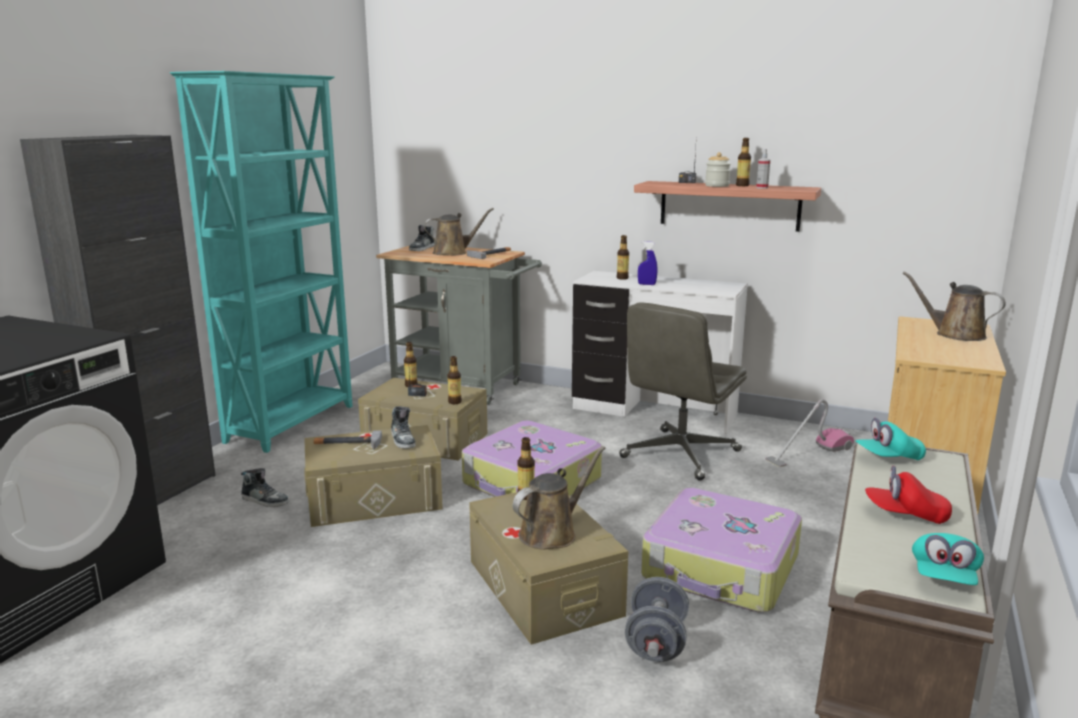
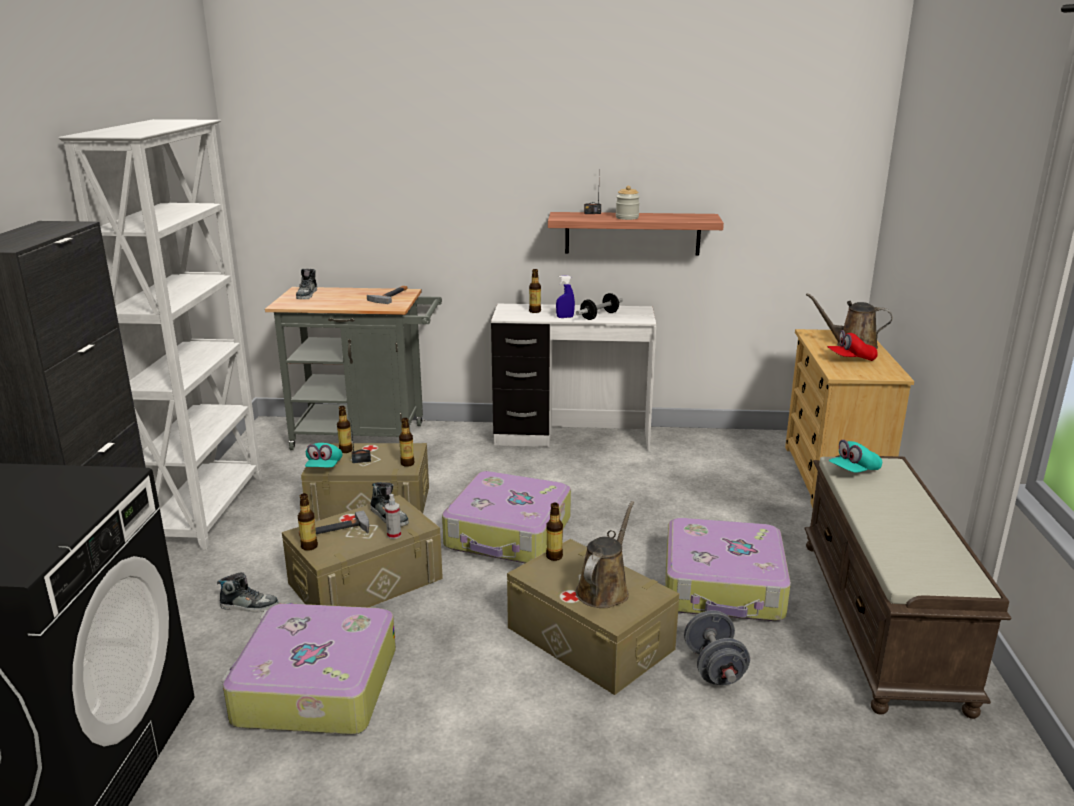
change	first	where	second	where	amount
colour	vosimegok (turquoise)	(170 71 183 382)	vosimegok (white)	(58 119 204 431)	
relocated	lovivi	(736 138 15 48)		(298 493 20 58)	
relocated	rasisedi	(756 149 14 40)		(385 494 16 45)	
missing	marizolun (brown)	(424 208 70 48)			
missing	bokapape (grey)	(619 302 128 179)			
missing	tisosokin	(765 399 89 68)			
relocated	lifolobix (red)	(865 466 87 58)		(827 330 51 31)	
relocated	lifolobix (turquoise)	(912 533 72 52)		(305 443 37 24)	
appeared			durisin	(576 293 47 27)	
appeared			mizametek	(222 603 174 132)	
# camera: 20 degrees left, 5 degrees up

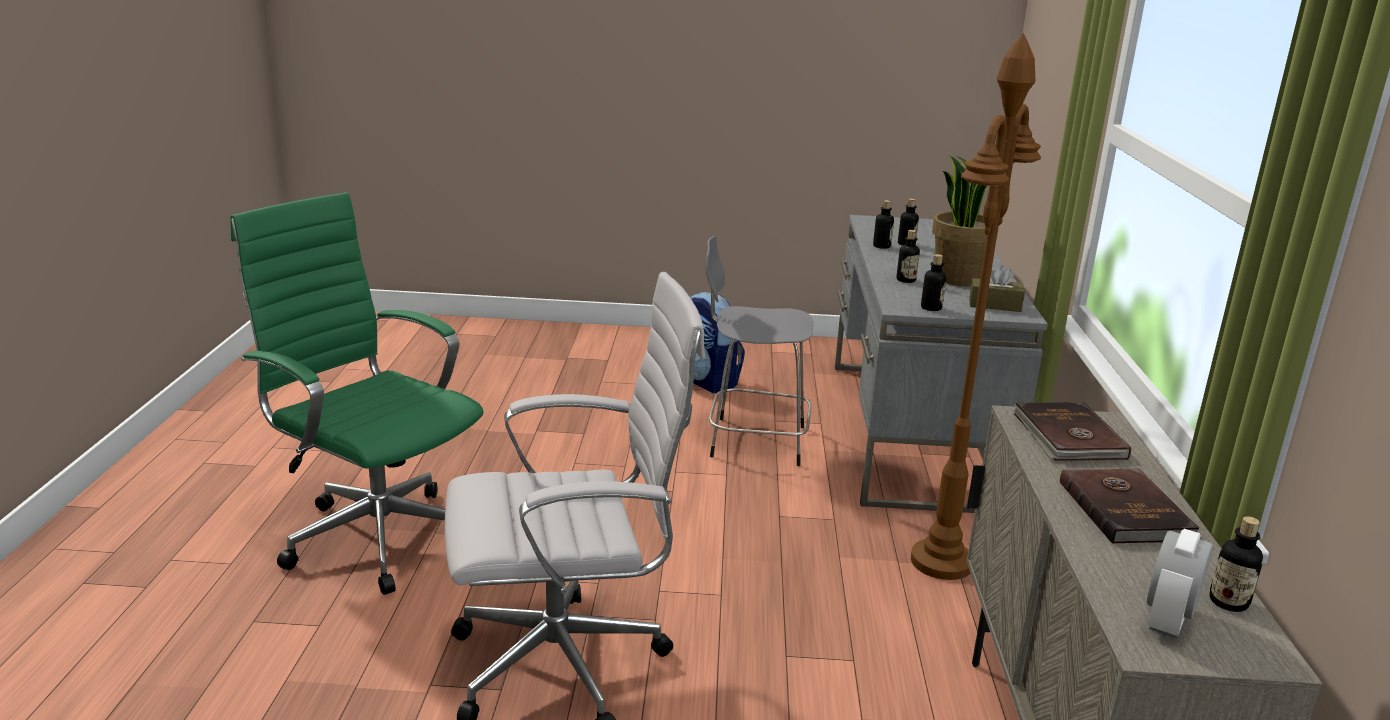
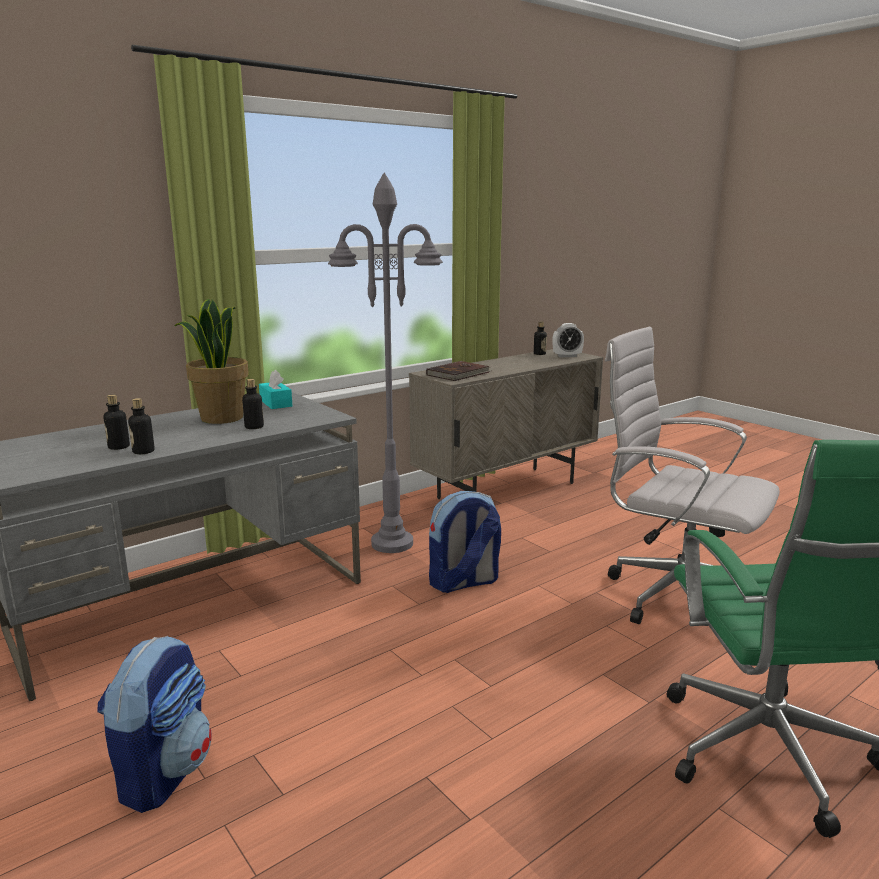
change	first	where	second	where	amount
colour	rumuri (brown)	(911 33 130 547)	rumuri (grey)	(328 173 115 380)	
missing	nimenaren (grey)	(706 236 107 230)			
missing	lovivi	(921 254 25 57)			
colour	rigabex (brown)	(969 265 56 47)	rigabex (turquoise)	(259 370 33 39)	
missing	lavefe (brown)	(1060 469 140 75)			
appeared			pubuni	(429 491 72 102)	
# camera: 130 degrees left, 5 degrees down

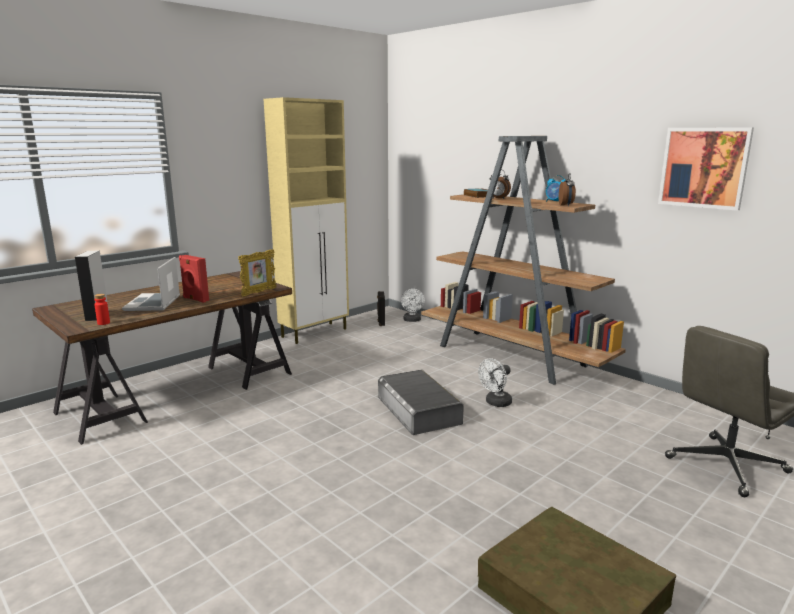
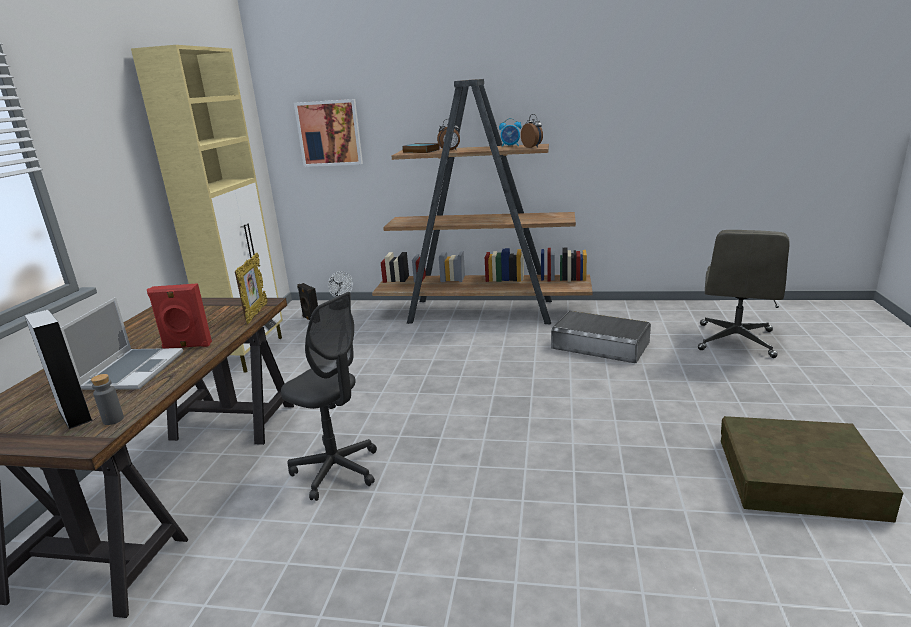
change	first	where	second	where	amount
relocated	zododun	(658 127 96 84)		(294 99 69 68)	
spun	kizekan	(122 257 58 54)		(61 297 122 93)	135 degrees counterclockwise
colour	lovivi (red)	(94 294 16 31)	lovivi (grey)	(91 374 33 51)	
missing	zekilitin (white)	(478 358 34 49)			
relocated	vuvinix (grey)	(378 369 86 66)		(551 311 100 52)	
appeared			bokapape (grey)	(281 292 96 209)	
# camera: 35 degrees left, 5 degrees up

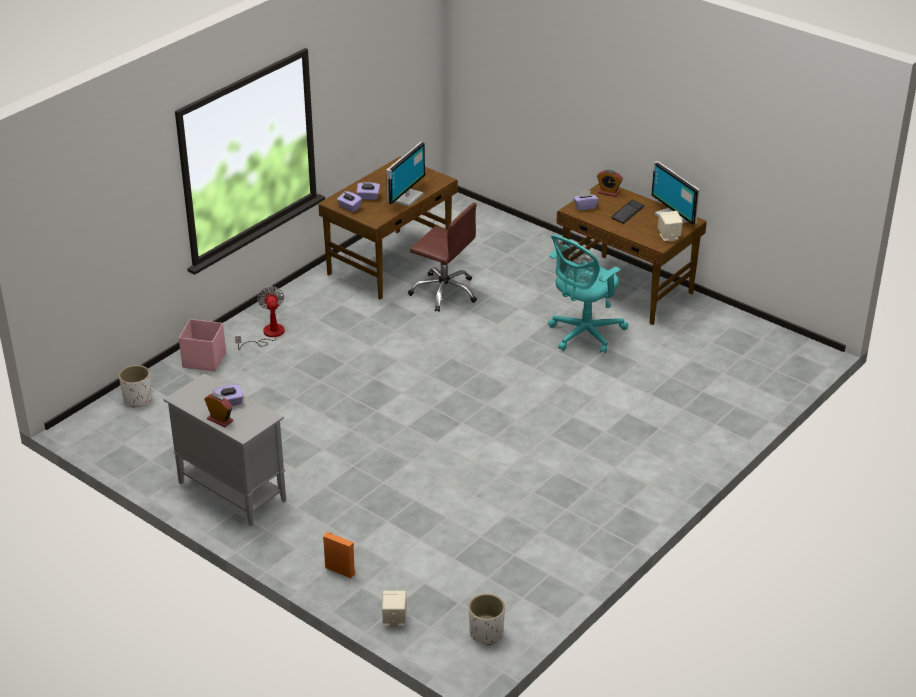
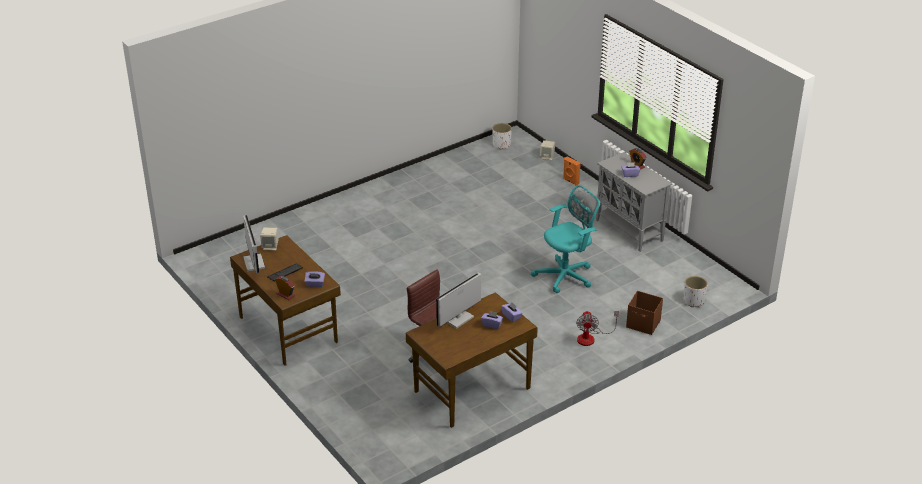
change	first	where	second	where	amount
relocated	bokapape (turquoise)	(548 235 81 118)		(531 185 69 108)	
colour	vuvinix (pink)	(179 319 47 53)	vuvinix (brown)	(626 291 37 44)	
# camera: 165 degrees left, 0 degrees up

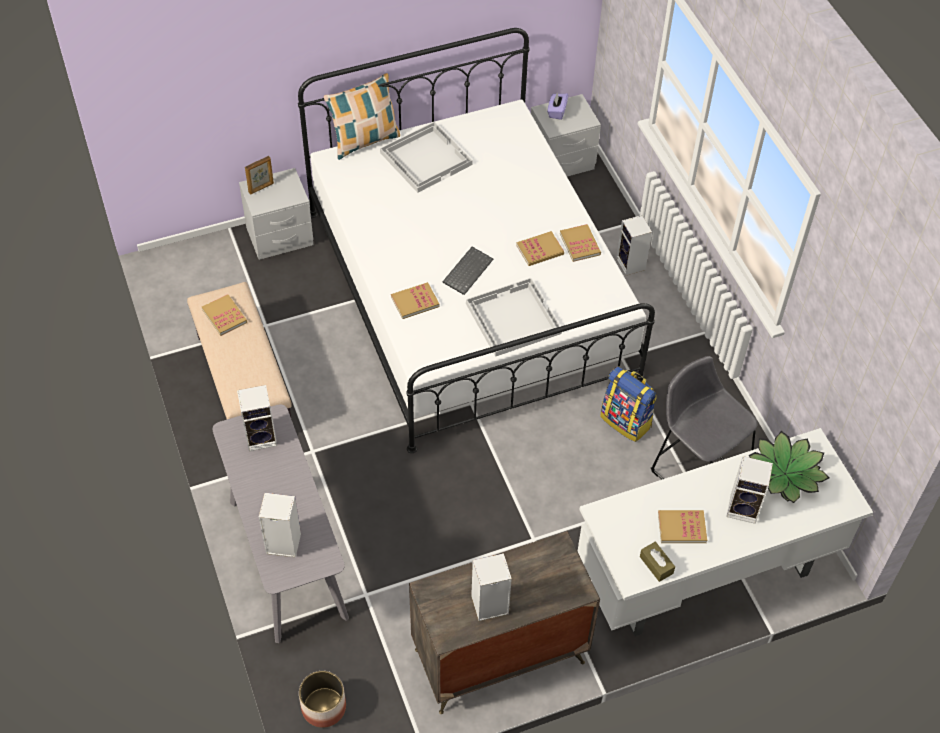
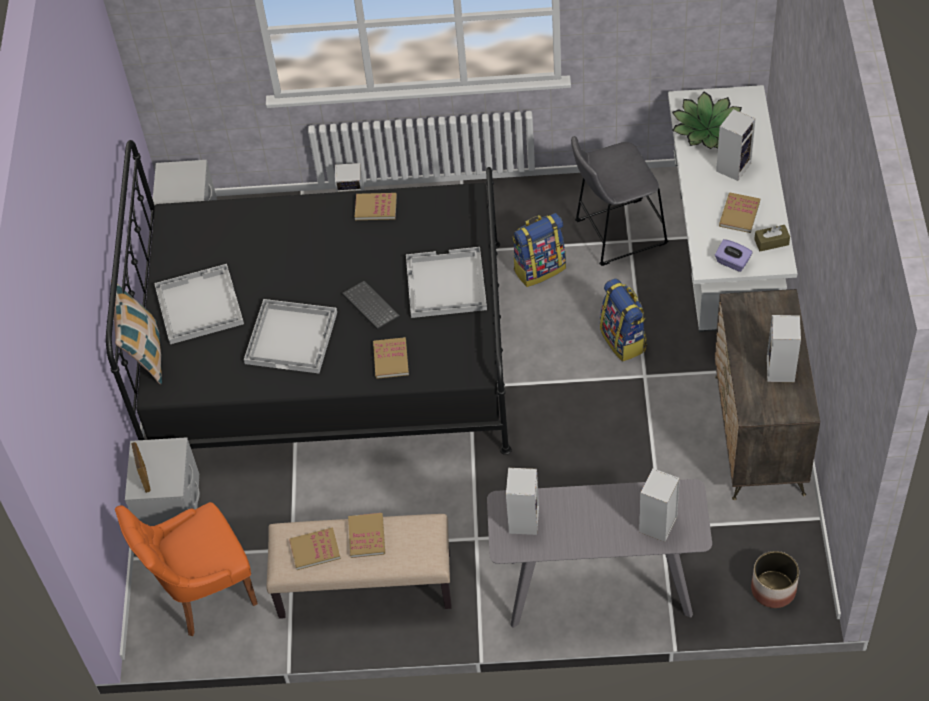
change	first	where	second	where	amount
colour	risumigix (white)	(298 28 357 425)	risumigix (black)	(106 140 406 315)	
relocated	rigabex (purple)	(547 93 21 27)		(715 239 37 33)	
relocated	lavefe	(516 231 48 35)		(348 513 37 45)	
appeared			pubuni	(600 279 47 83)	
appeared			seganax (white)	(244 299 93 74)	
appeared			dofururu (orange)	(115 502 143 134)	
# camera: 65 degrees left, 0 degrees up

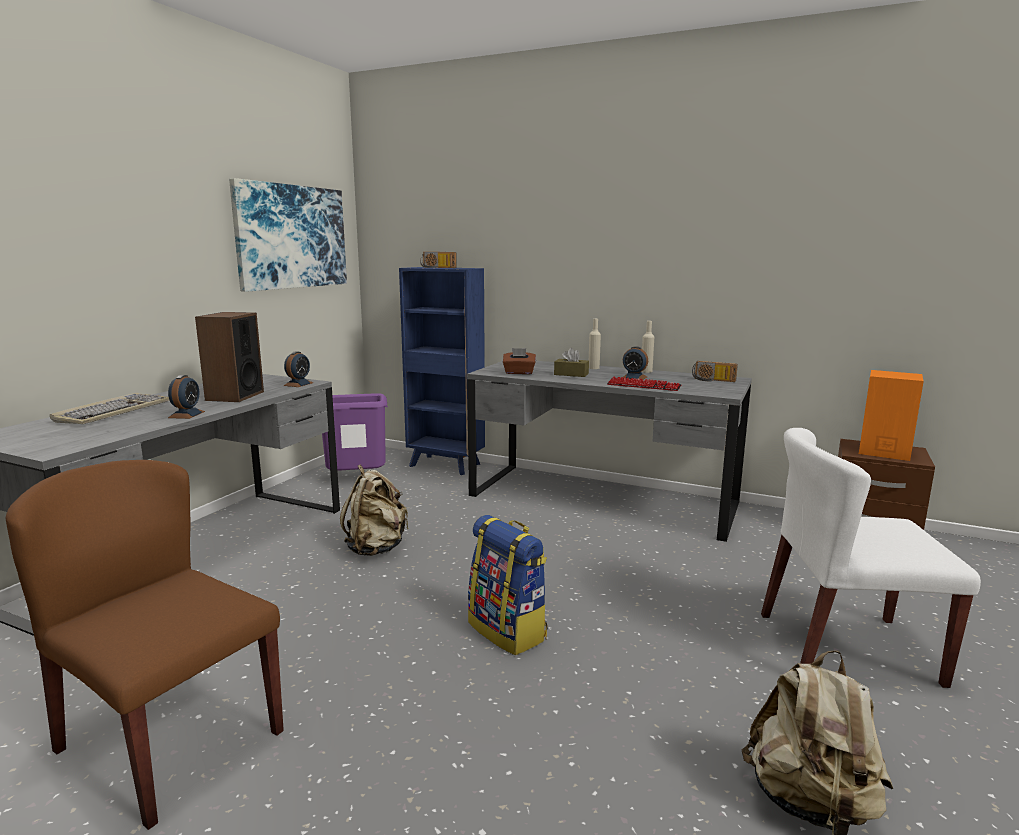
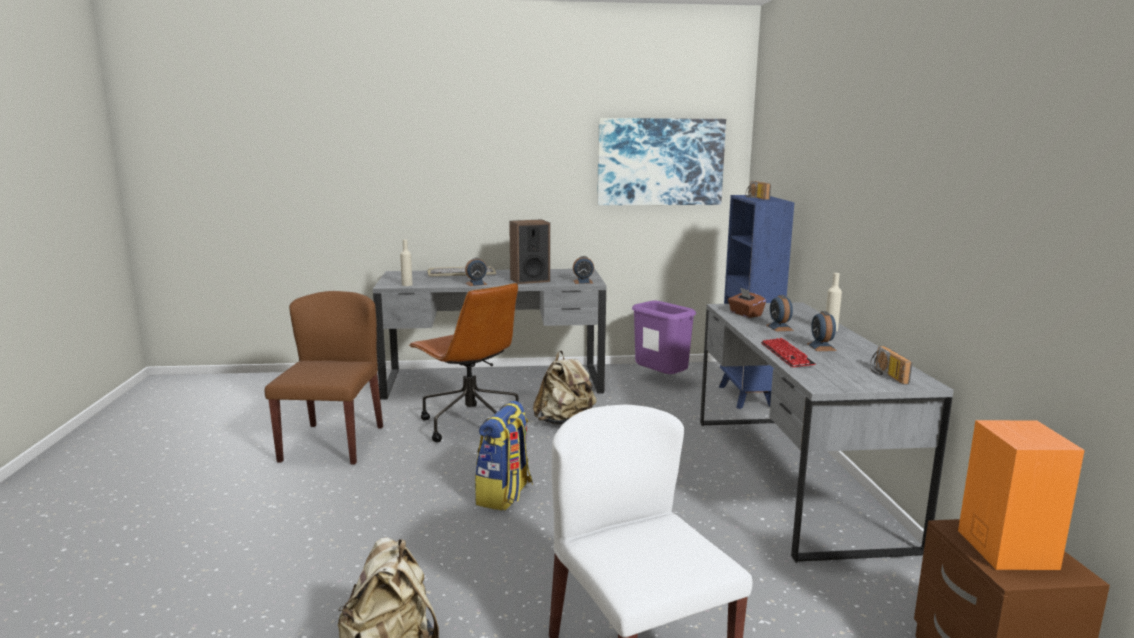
change	first	where	second	where	amount
relocated	lovivi (beige)	(642 321 12 52)		(400 239 13 47)	
exchanged	rigabex (brown)	(554 348 35 29)	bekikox	(766 295 28 37)	
appeared			bokapape (brown)	(408 283 111 159)	
# camera: 60 degrees right, 0 degrees up

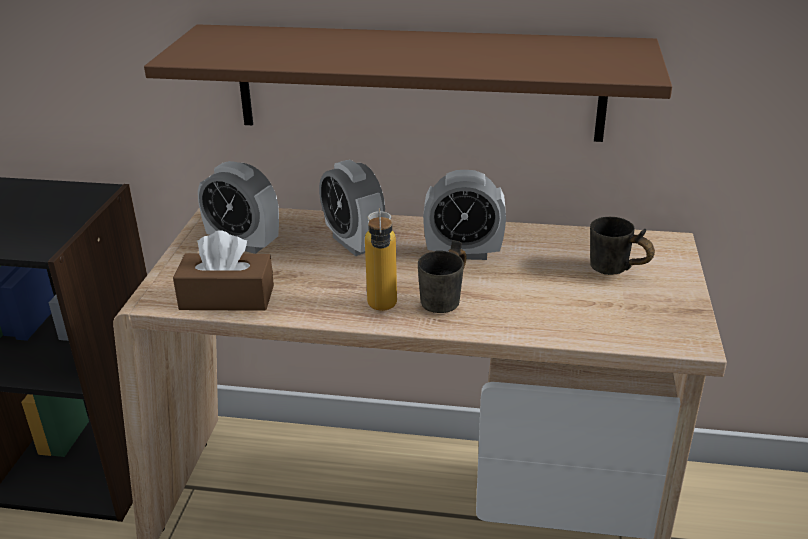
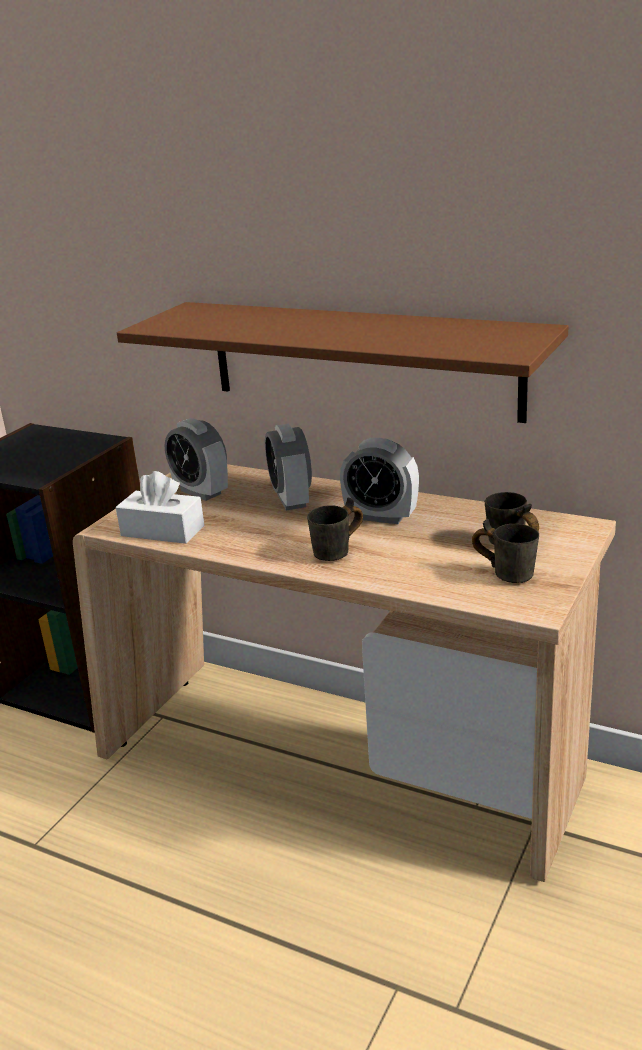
change	first	where	second	where	amount
missing	lovivi	(365 208 32 103)			
colour	rigabex (brown)	(173 230 101 81)	rigabex (white)	(116 471 88 73)	
appeared			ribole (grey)	(472 519 67 64)	
# camera: 20 degrees right, 5 degrees down

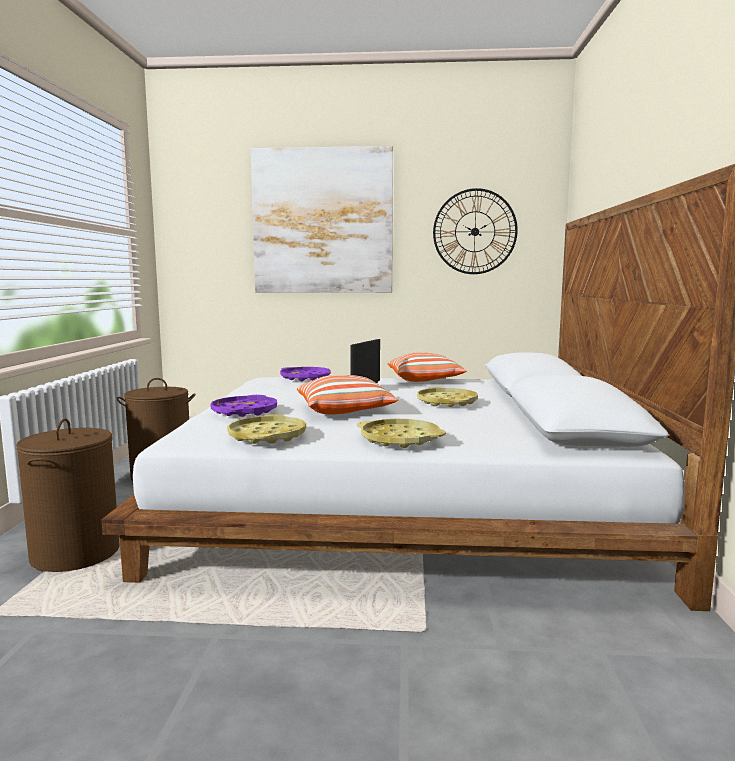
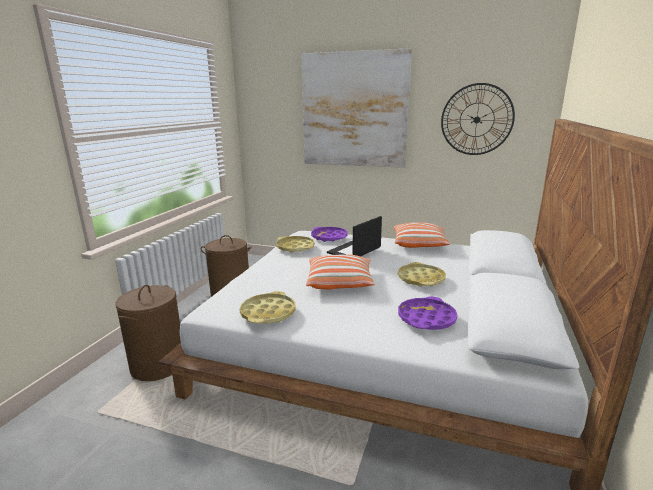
change	first	where	second	where	amount
relocated	seganax (purple)	(210 395 67 22)		(398 296 59 34)	
relocated	seganax (yellow)	(357 419 89 29)		(276 236 39 17)	
# camera: 15 degrees right, 10 degrees up

